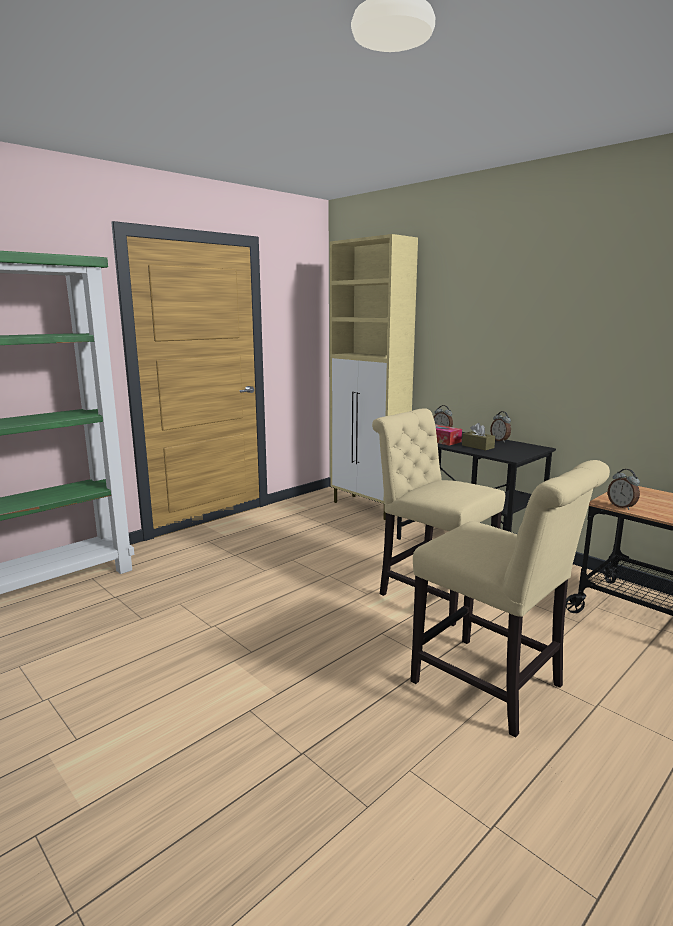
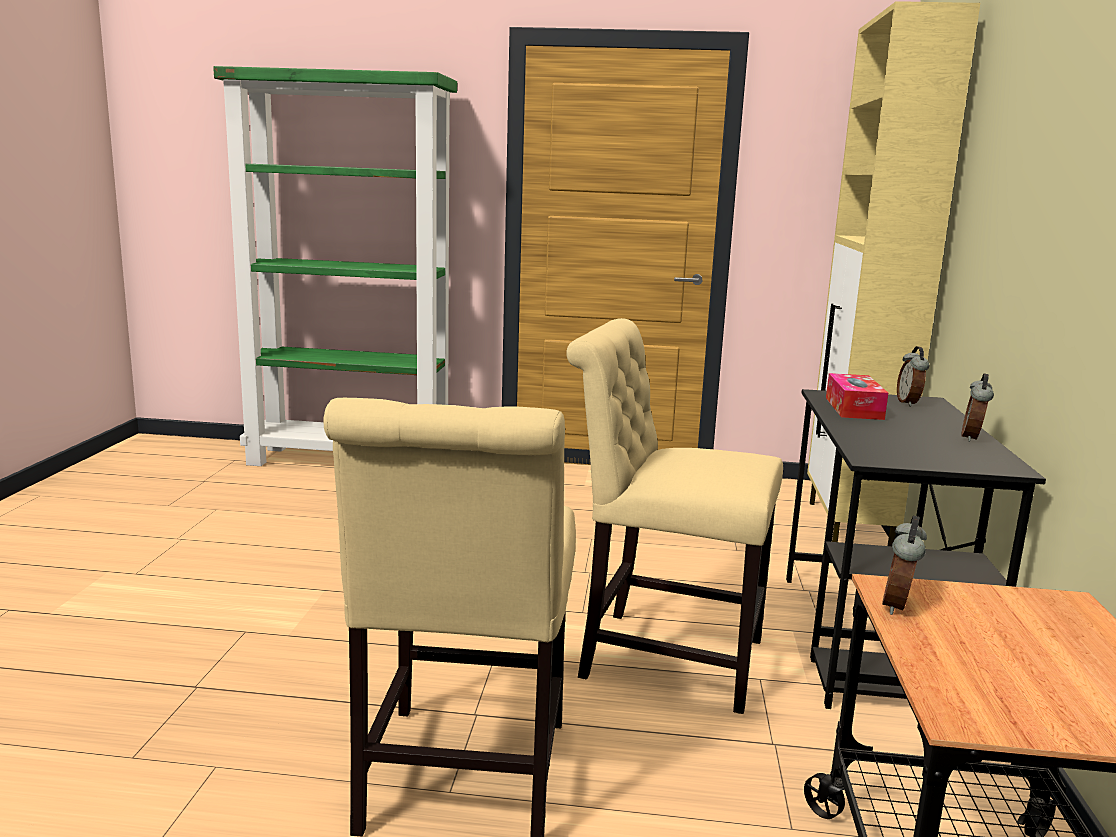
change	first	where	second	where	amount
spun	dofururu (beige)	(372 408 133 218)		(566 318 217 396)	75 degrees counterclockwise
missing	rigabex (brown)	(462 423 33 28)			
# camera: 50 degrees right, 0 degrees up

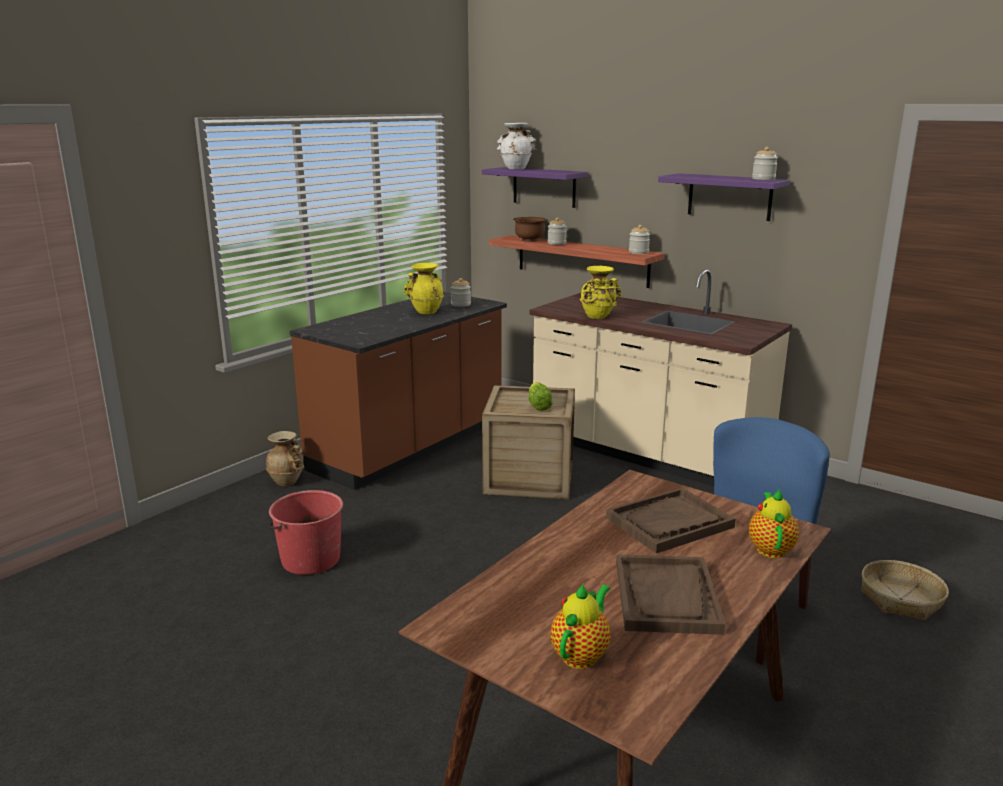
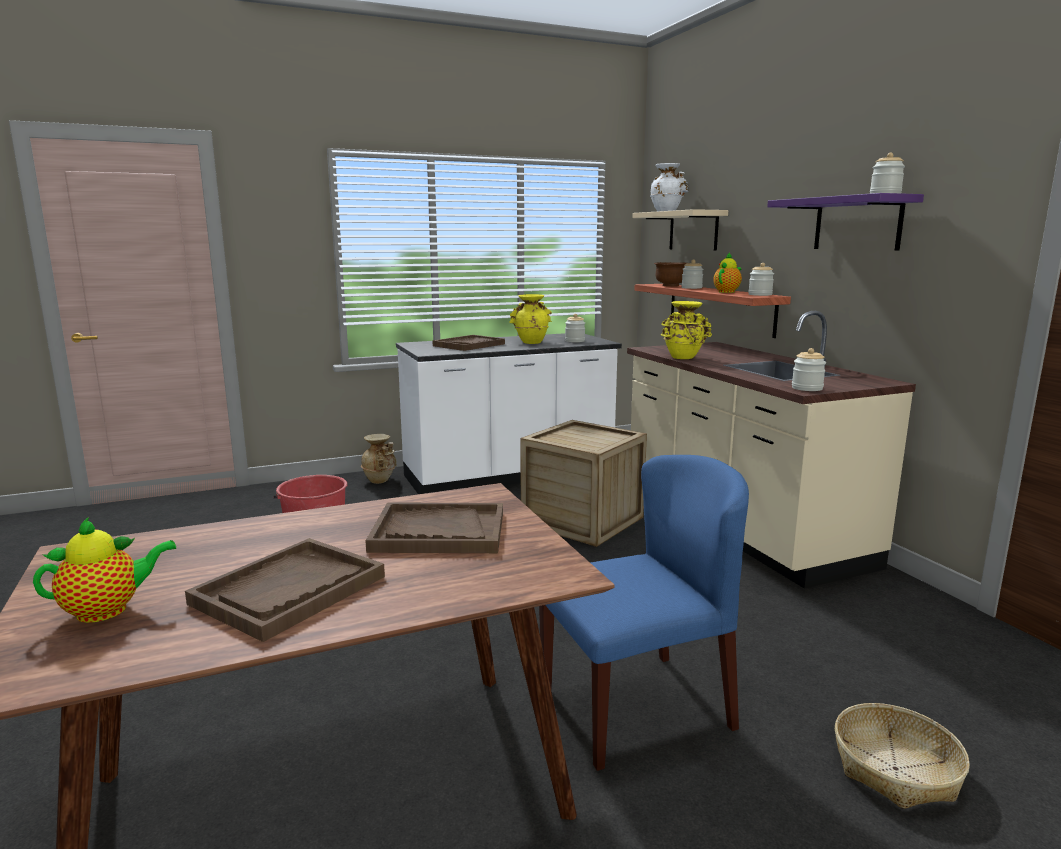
change	first	where	second	where	amount
colour	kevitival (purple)	(482 167 106 41)	kevitival (beige)	(632 209 96 42)	
colour	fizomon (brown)	(290 292 217 198)	fizomon (white)	(396 333 226 161)	
missing	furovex	(528 382 25 29)			
relocated	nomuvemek	(749 489 50 69)		(713 252 29 41)	
appeared			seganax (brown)	(432 335 73 16)	
appeared			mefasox	(792 348 34 43)	
# camera: 30 degrees right, 5 degrees down

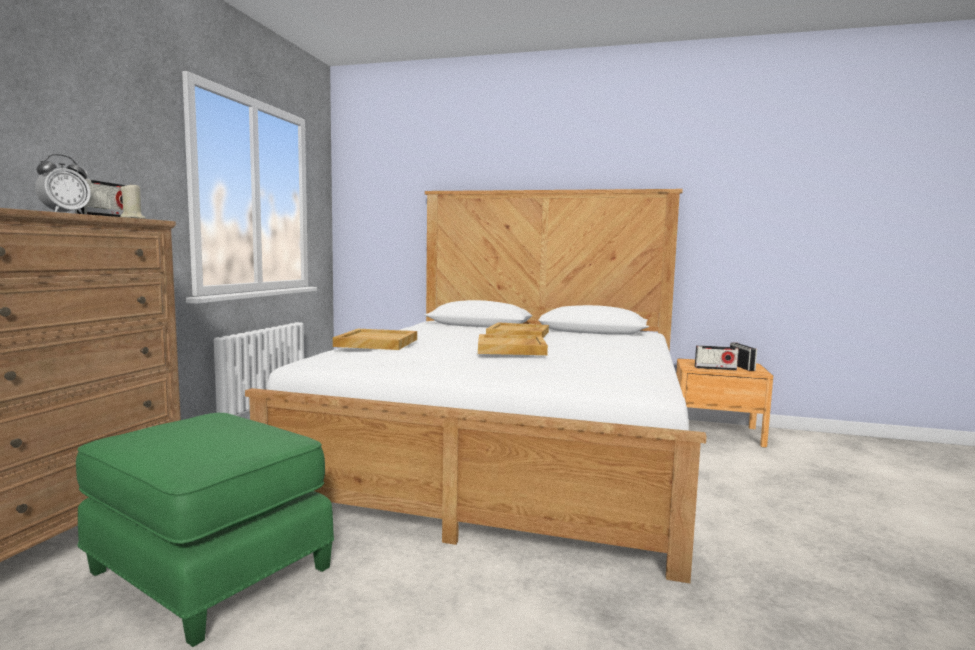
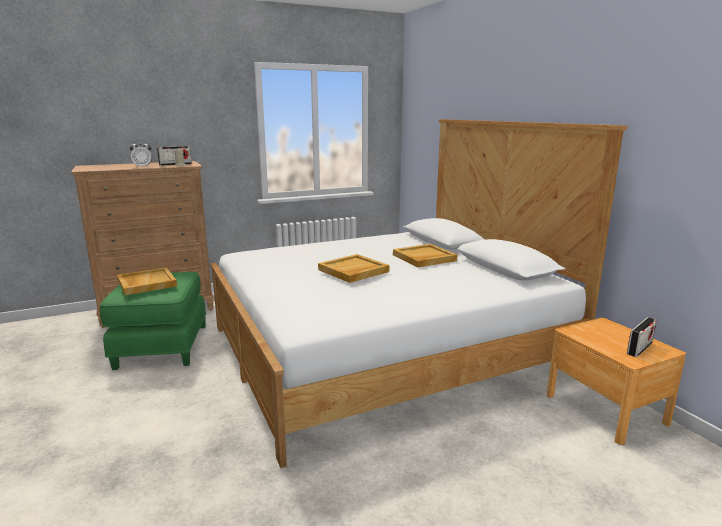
change	first	where	second	where	amount
relocated	seganax (beige)	(333 329 84 21)		(117 267 60 28)	
missing	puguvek	(695 345 44 26)			
# camera: 50 degrees right, 10 degrees up

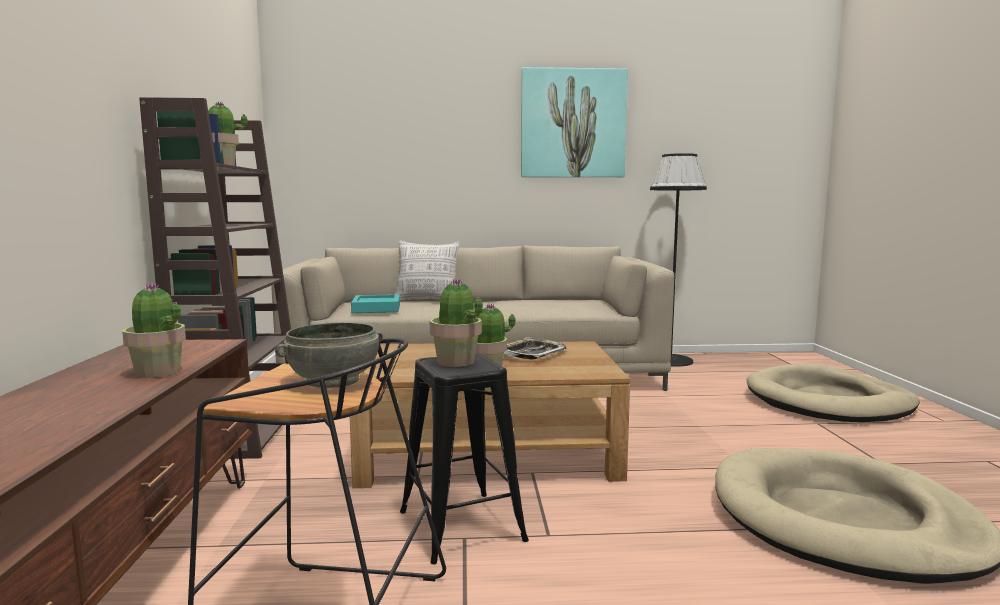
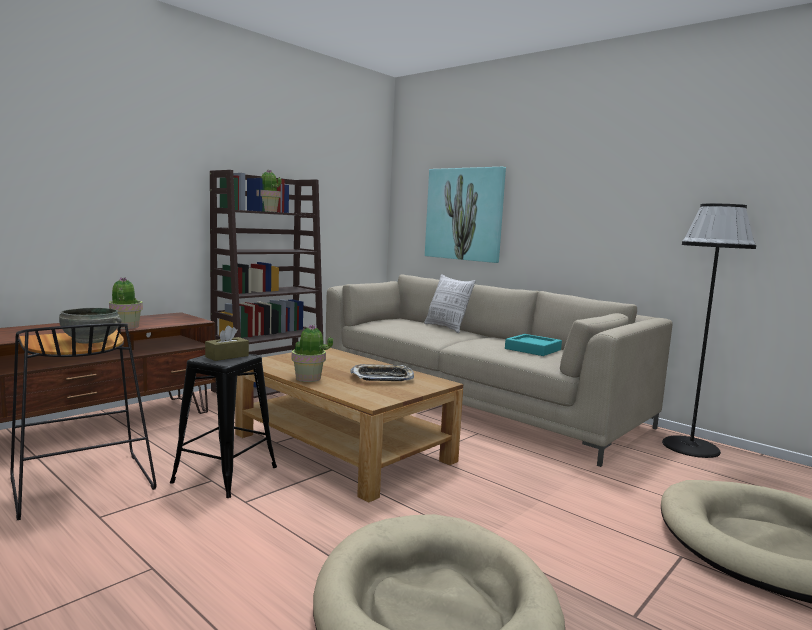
change	first	where	second	where	amount
relocated	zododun	(521 67 107 110)		(425 167 81 96)	
exchanged	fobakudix	(430 279 53 88)	rigabex (brown)	(205 325 44 36)	
relocated	seganax (turquoise)	(351 294 49 19)		(505 334 57 22)	
# camera: 45 degrees right, 0 degrees up

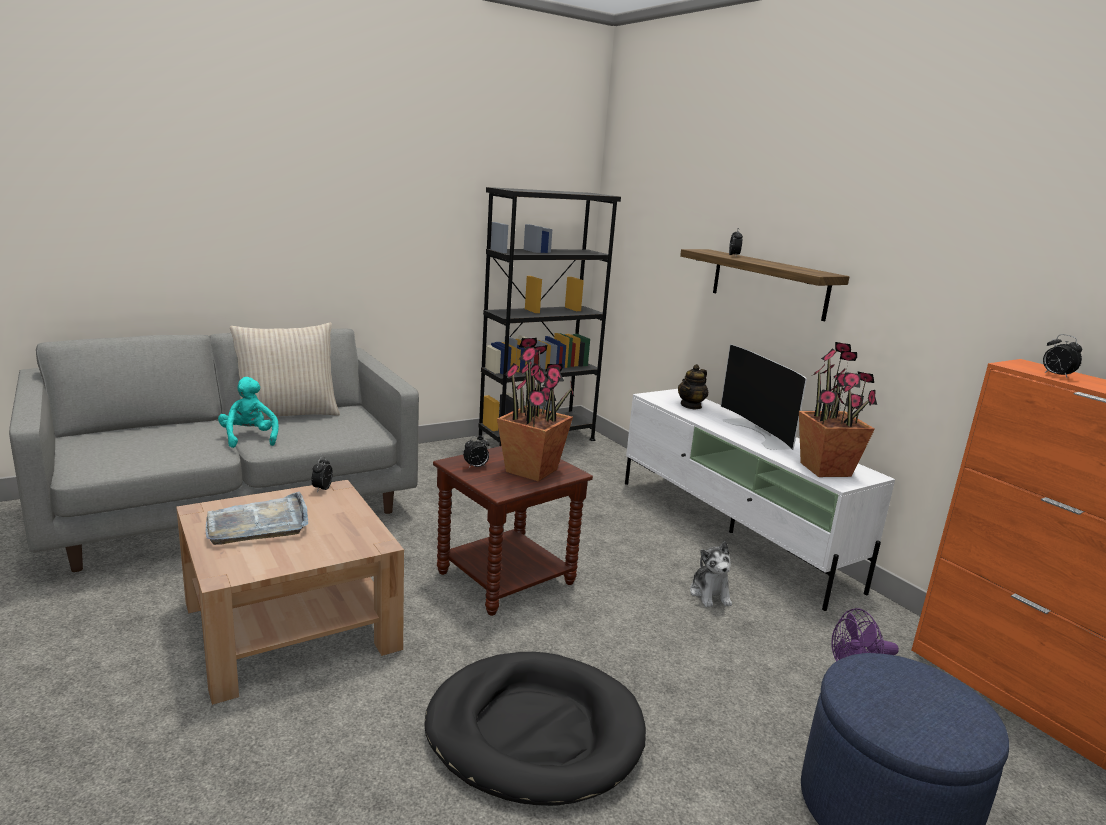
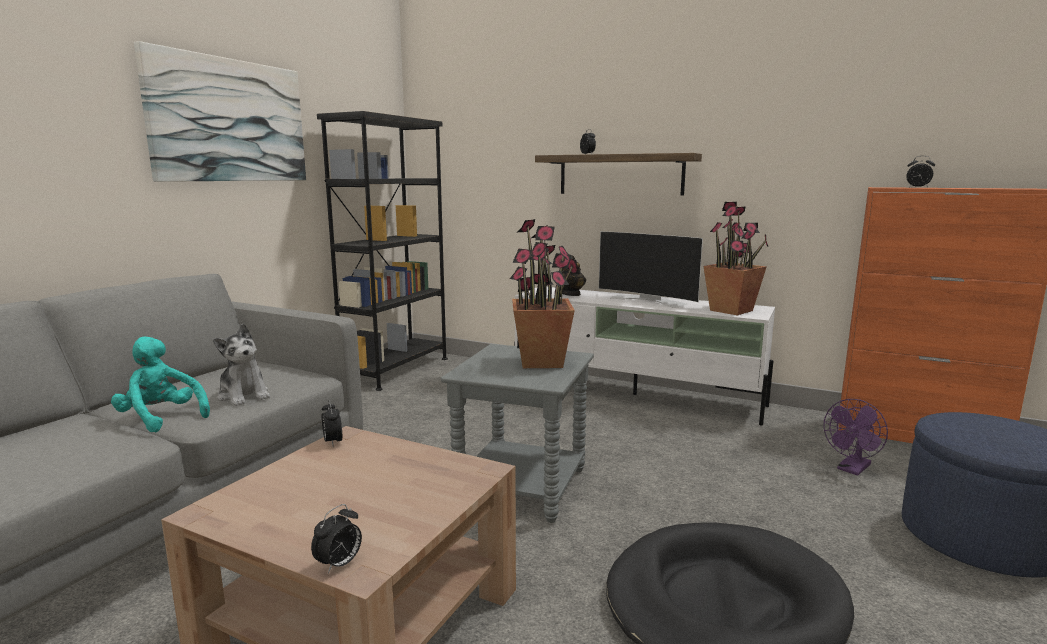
change	first	where	second	where	amount
missing	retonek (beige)	(230 323 110 96)			
relocated	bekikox	(463 436 27 32)		(311 504 51 70)	
colour	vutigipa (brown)	(433 446 160 170)	vutigipa (grey)	(441 344 153 179)	
missing	seganax (grey)	(206 491 102 54)			
relocated	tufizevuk	(690 541 42 66)		(213 324 57 82)	
appeared			zododun	(134 41 172 141)	
# camera: 30 degrees left, 5 degrees down

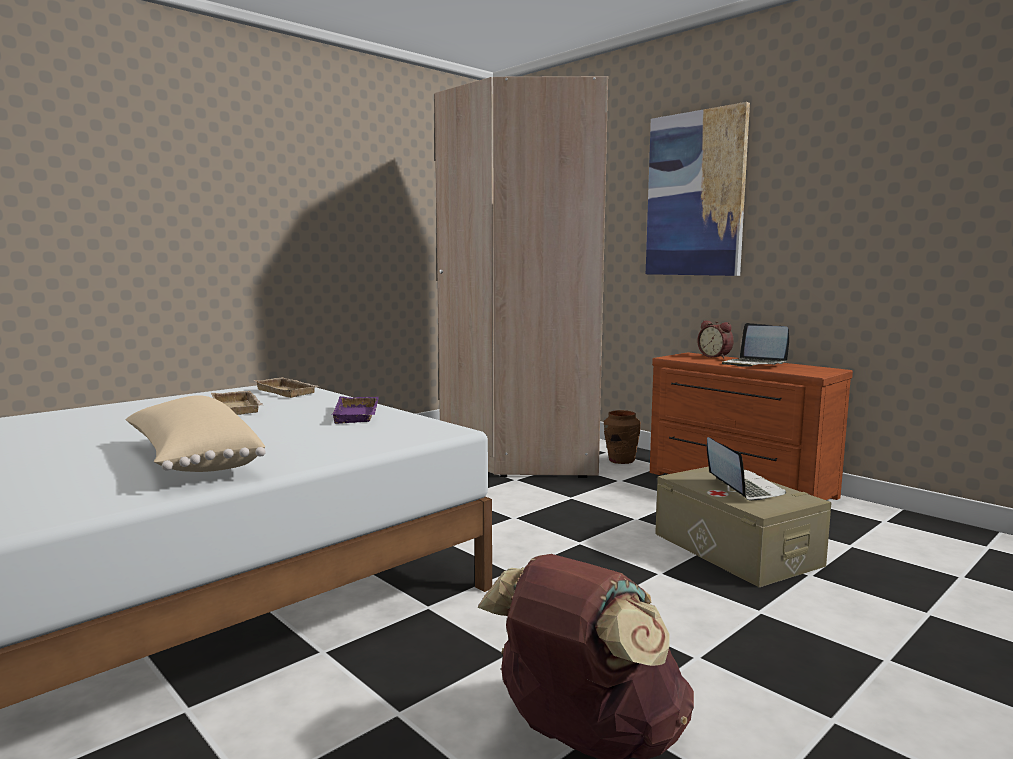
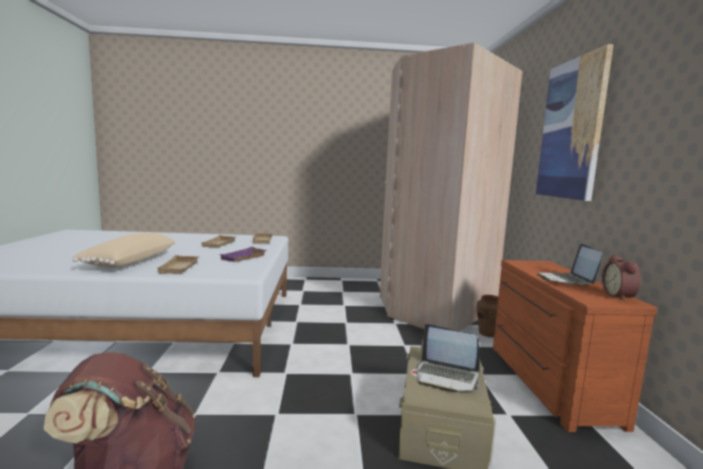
change	first	where	second	where	amount
relocated	bekikox	(697 320 37 38)		(602 255 39 46)	
spun	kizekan	(707 437 79 63)		(416 324 64 68)	90 degrees clockwise
appeared			seganax (beige)	(157 255 43 19)	
# camera: 40 degrees right, 0 degrees up

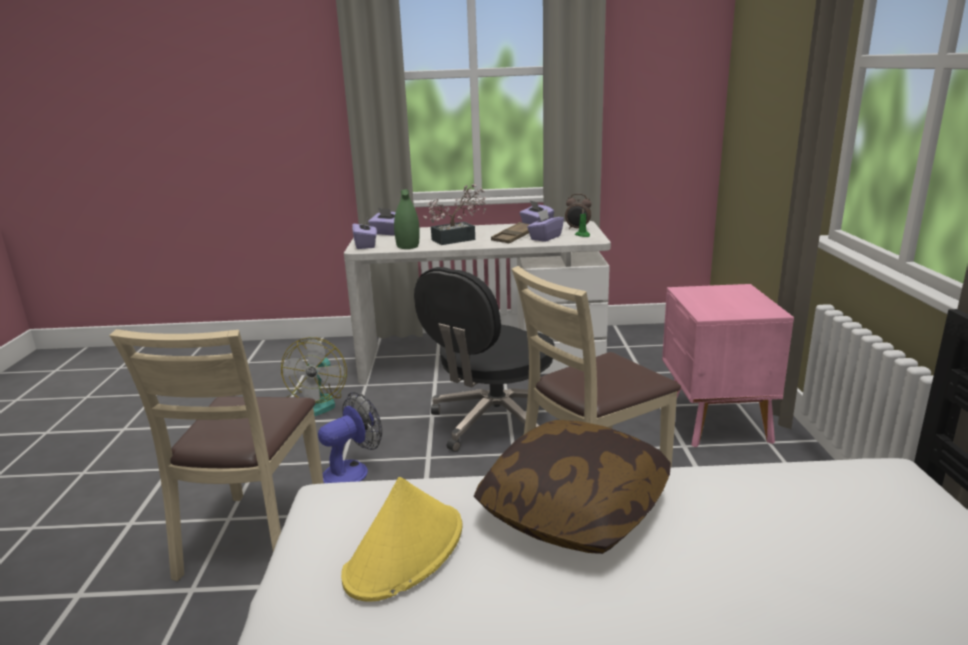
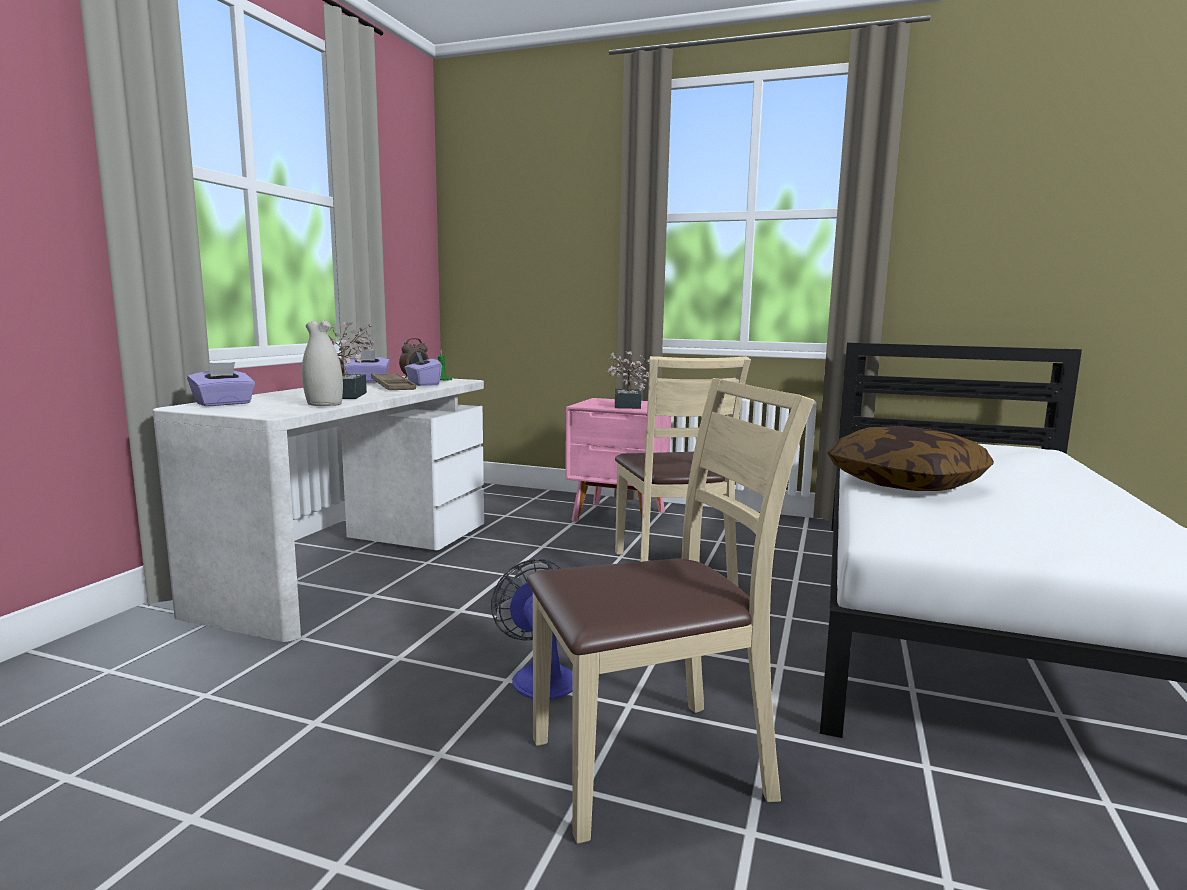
change	first	where	second	where	amount
colour	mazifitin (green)	(394 189 26 60)	mazifitin (white)	(302 320 41 86)	
missing	rigabex (purple)	(352 219 25 30)			
missing	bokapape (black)	(414 267 140 185)			
spun	dofururu (beige)	(109 329 215 252)		(527 378 288 466)	45 degrees counterclockwise
missing	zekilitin	(281 337 66 79)			
missing	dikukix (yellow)	(341 477 122 125)			
appeared			fobakudix	(607 351 43 58)	
# camera: 70 degrees left, 10 degrees down

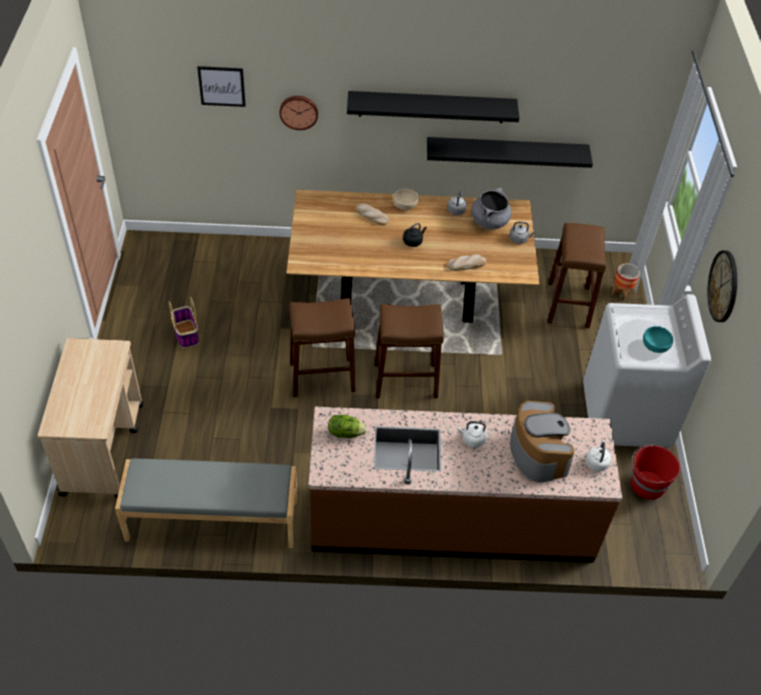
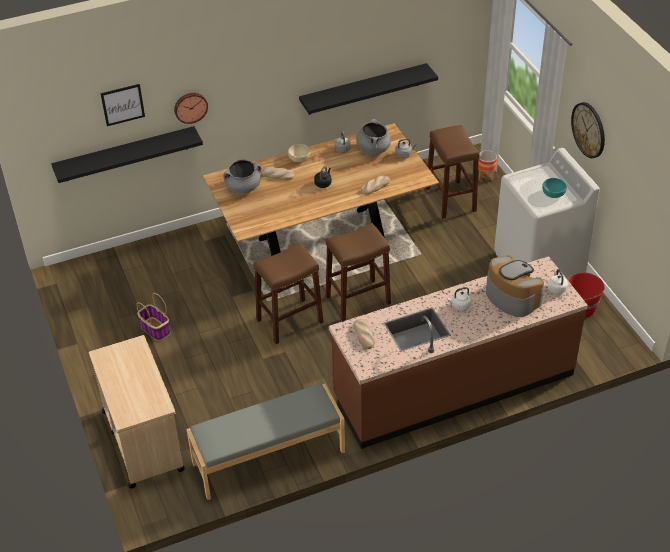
change	first	where	second	where	amount
relocated	kevitival (black)	(347 91 172 32)		(51 126 152 57)	
exchanged	furovex	(328 415 39 23)	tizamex	(353 319 22 30)	
appeared			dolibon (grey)	(223 159 39 35)	
# camera: 20 degrees left, 5 degrees down

